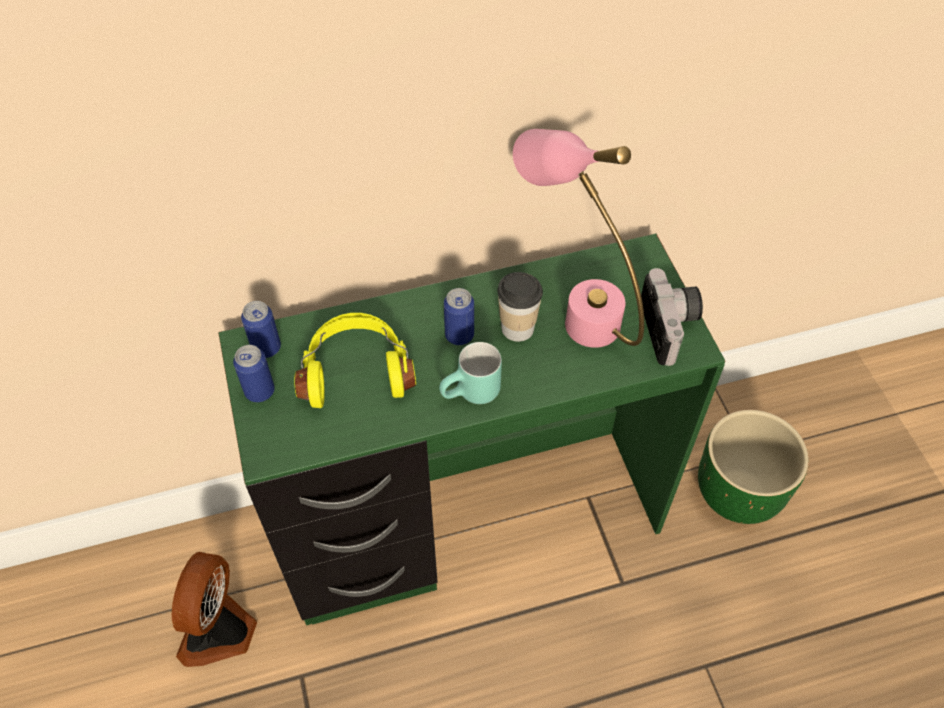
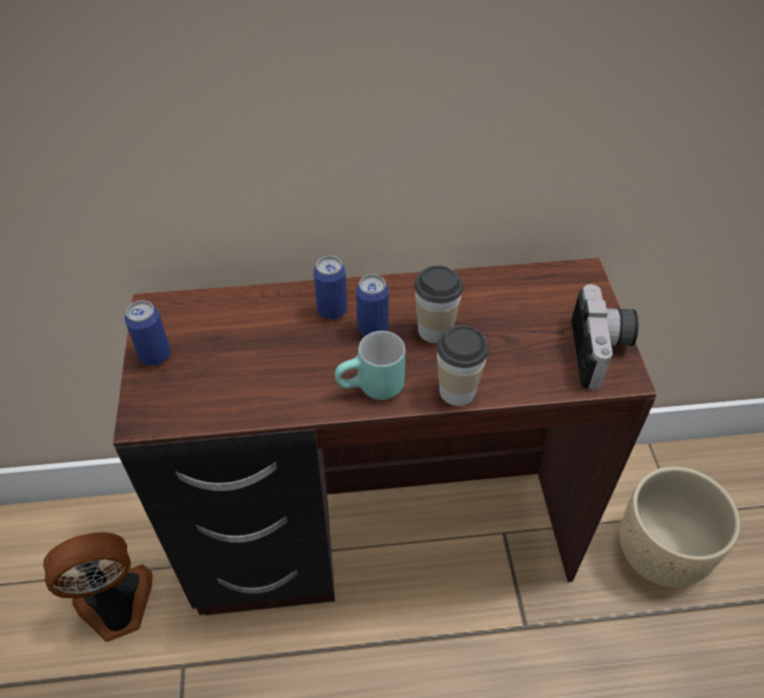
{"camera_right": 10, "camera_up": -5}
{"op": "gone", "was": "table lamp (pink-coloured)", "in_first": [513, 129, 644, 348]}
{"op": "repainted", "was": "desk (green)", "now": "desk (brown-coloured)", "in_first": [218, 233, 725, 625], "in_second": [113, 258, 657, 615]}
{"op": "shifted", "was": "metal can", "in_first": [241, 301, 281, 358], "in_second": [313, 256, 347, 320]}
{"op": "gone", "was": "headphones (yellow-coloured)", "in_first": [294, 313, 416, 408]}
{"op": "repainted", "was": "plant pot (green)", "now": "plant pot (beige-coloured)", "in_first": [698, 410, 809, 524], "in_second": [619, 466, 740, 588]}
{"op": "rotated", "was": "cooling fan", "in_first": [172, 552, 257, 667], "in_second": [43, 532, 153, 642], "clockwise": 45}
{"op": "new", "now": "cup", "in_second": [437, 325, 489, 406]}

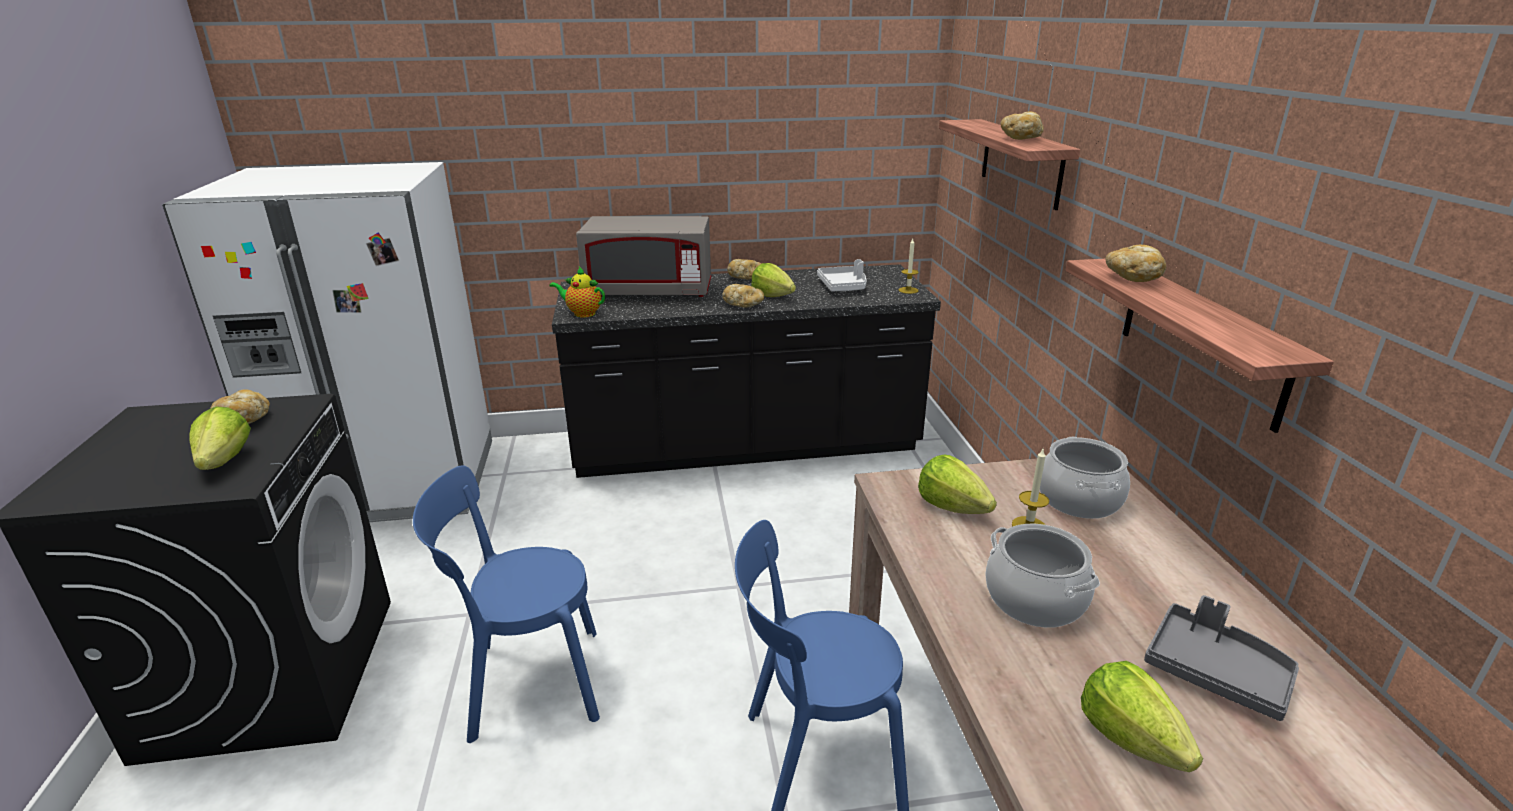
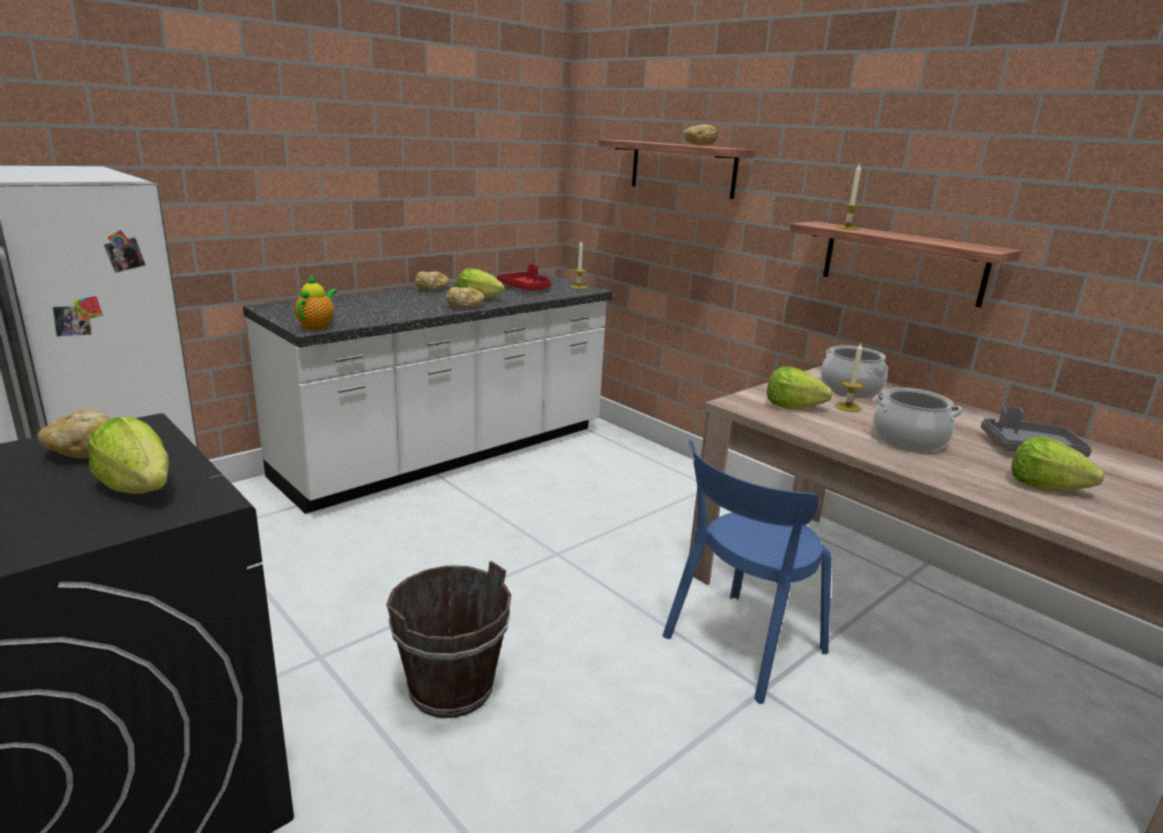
{"camera_right": -35, "camera_up": -5}
{"op": "gone", "was": "microwave (gray)", "in_first": [576, 216, 711, 297]}
{"op": "swapped", "was": "bread", "now": "wax light", "in_first": [1105, 245, 1166, 282], "in_second": [836, 163, 862, 230]}
{"op": "repainted", "was": "serving tray (white-coloured)", "now": "serving tray (reddish)", "in_first": [817, 259, 867, 291], "in_second": [496, 264, 551, 290]}
{"op": "repainted", "was": "kitchen base unit (black)", "now": "kitchen base unit (white-coloured)", "in_first": [552, 264, 941, 478], "in_second": [243, 273, 613, 514]}
{"op": "rotated", "was": "tea pot", "in_first": [549, 267, 605, 318], "in_second": [294, 275, 337, 330], "clockwise": 120}
{"op": "swapped", "was": "plain chair (bluish)", "now": "bucket (brown-coloured)", "in_first": [413, 465, 600, 743], "in_second": [386, 561, 511, 718]}

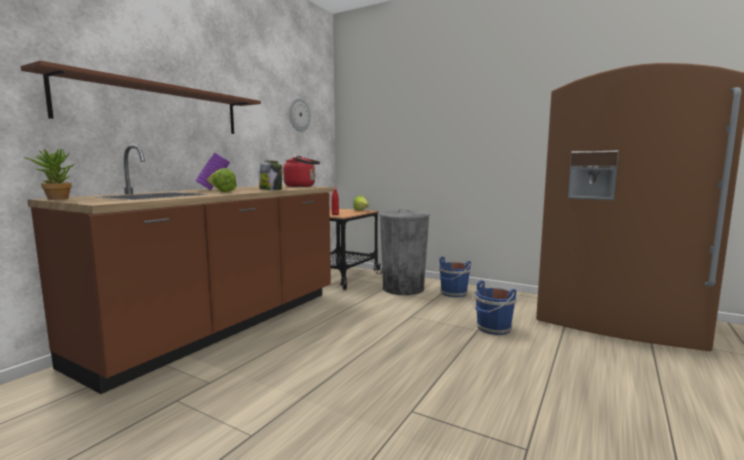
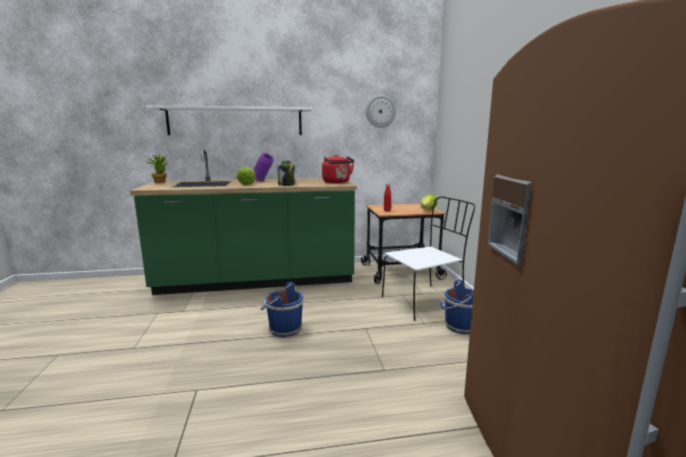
{"camera_right": 50, "camera_up": 5}
{"op": "repainted", "was": "shelf (brown-coloured)", "now": "shelf (white-coloured)", "in_first": [21, 60, 261, 134], "in_second": [146, 105, 313, 135]}
{"op": "repainted", "was": "kitchen base unit (brown-coloured)", "now": "kitchen base unit (green)", "in_first": [27, 145, 334, 394], "in_second": [130, 149, 357, 295]}
{"op": "swapped", "was": "rubbish bin (gray)", "now": "plain chair (white-coloured)", "in_first": [379, 209, 430, 295], "in_second": [382, 196, 475, 321]}
{"op": "shifted", "was": "bucket (bluish)", "in_first": [471, 280, 517, 335], "in_second": [261, 282, 304, 337]}

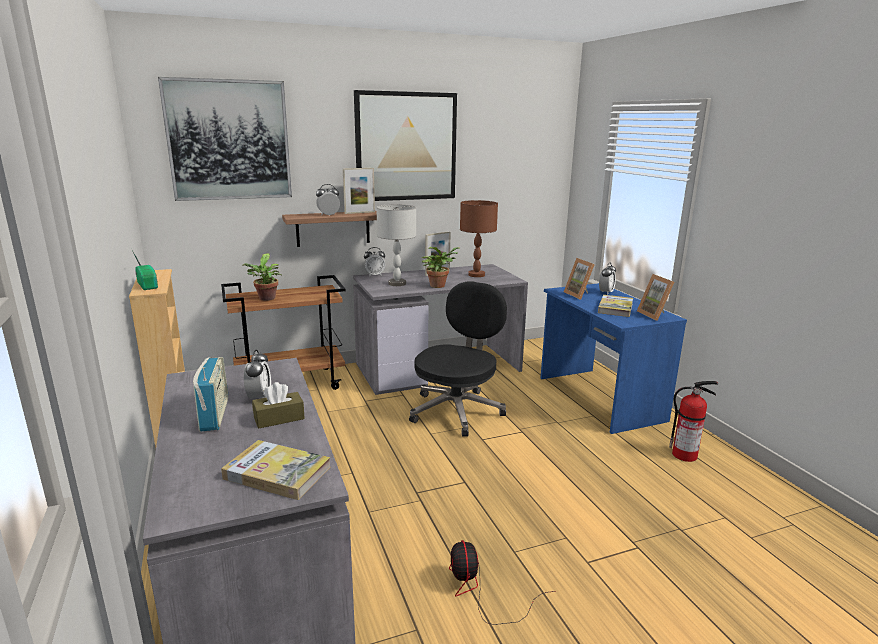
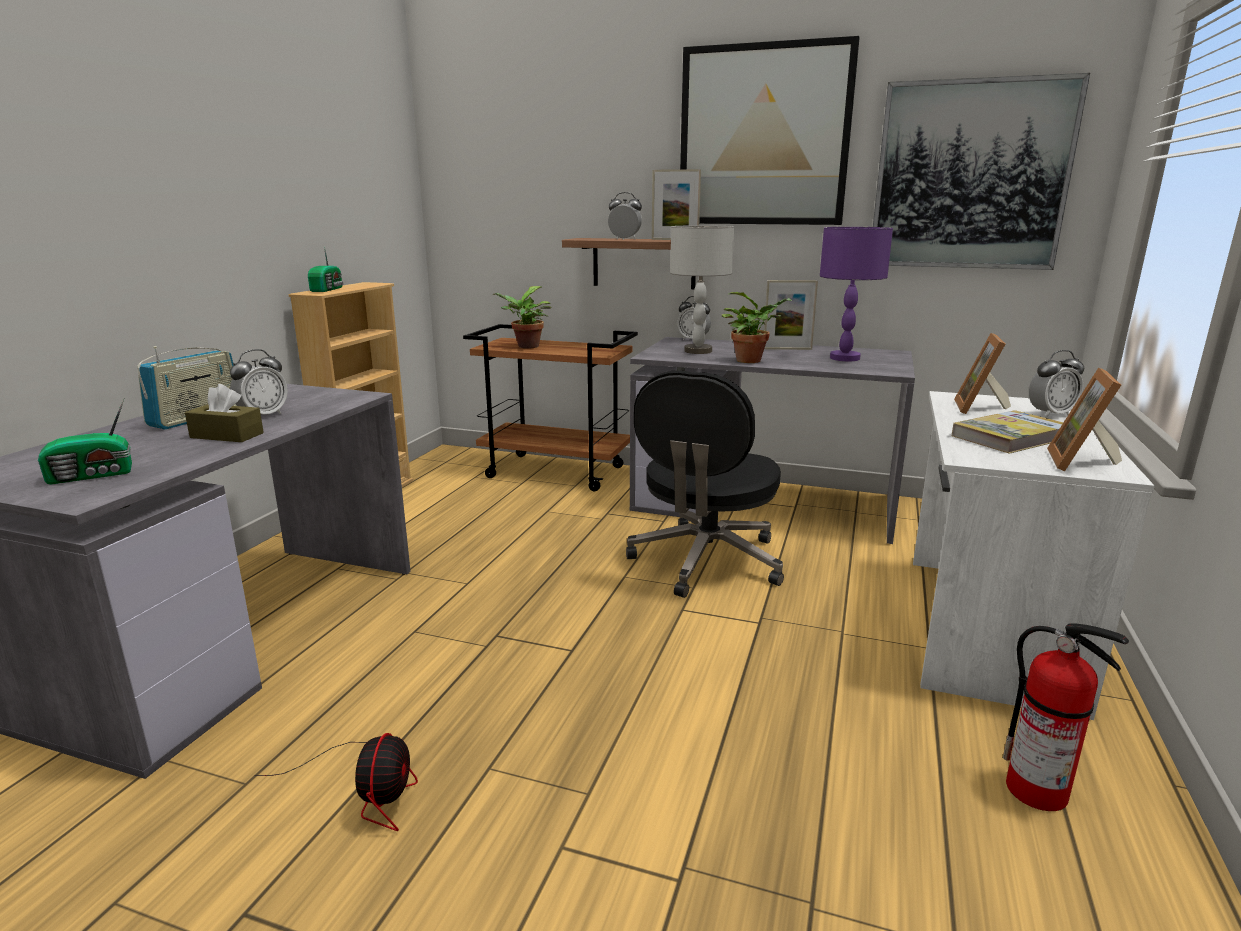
{"camera_right": 40, "camera_up": 0}
{"op": "shifted", "was": "picture", "in_first": [158, 77, 292, 201], "in_second": [873, 73, 1090, 270]}
{"op": "repainted", "was": "table lamp (brown-coloured)", "now": "table lamp (purple-coloured)", "in_first": [460, 200, 498, 277], "in_second": [820, 227, 893, 361]}
{"op": "rotated", "was": "office chair (black)", "in_first": [409, 281, 507, 436], "in_second": [626, 370, 784, 598], "clockwise": 135}
{"op": "repainted", "was": "desk (bluish)", "now": "desk (white-coloured)", "in_first": [541, 283, 687, 434], "in_second": [913, 391, 1155, 720]}
{"op": "swapped", "was": "book", "now": "radio receiver", "in_first": [221, 440, 331, 500], "in_second": [38, 399, 132, 485]}
{"op": "rotated", "was": "cooling fan", "in_first": [449, 540, 556, 625], "in_second": [254, 733, 418, 831], "clockwise": 150}

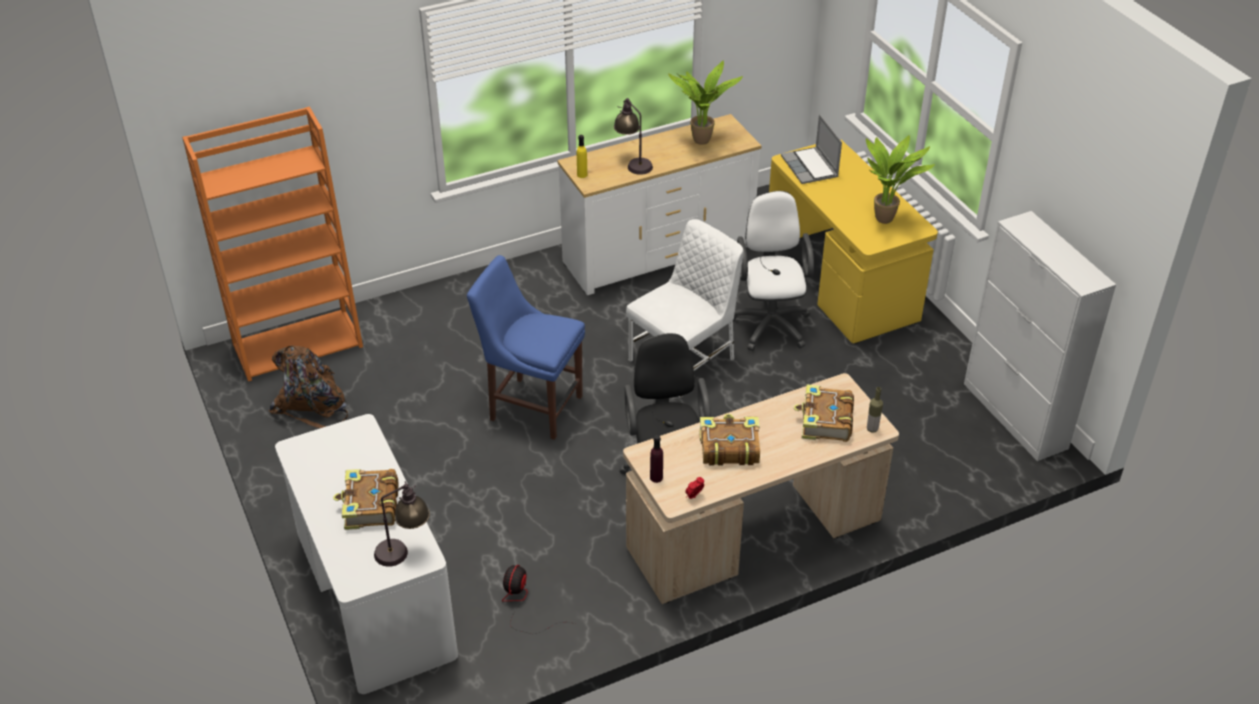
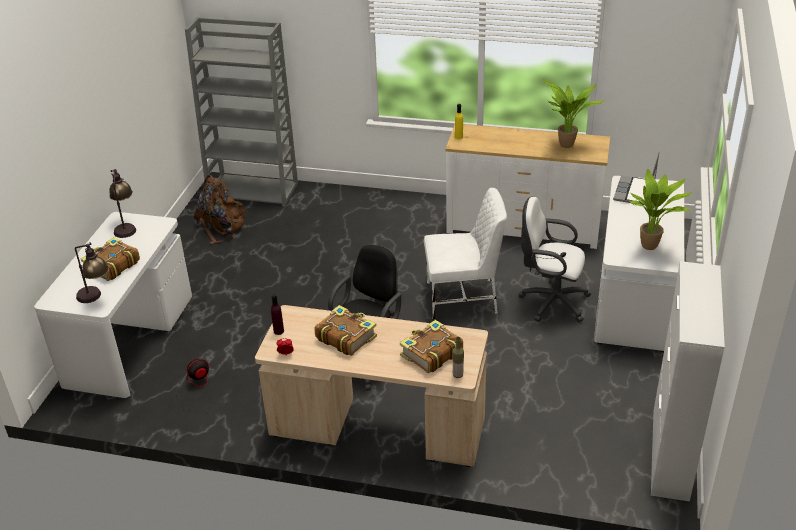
{"camera_right": 40, "camera_up": -5}
{"op": "shifted", "was": "table lamp", "in_first": [614, 98, 653, 175], "in_second": [109, 169, 136, 238]}
{"op": "repainted", "was": "bookshelf (orangey)", "now": "bookshelf (gray)", "in_first": [182, 106, 363, 381], "in_second": [185, 17, 298, 206]}
{"op": "repainted", "was": "desk (yellow-coloured)", "now": "desk (white-coloured)", "in_first": [769, 139, 938, 344], "in_second": [594, 176, 684, 353]}
{"op": "rotated", "was": "office chair (white-coloured)", "in_first": [733, 191, 814, 351], "in_second": [518, 197, 591, 322], "clockwise": -105}
{"op": "gone", "was": "plain chair (bluish)", "in_first": [467, 255, 585, 440]}

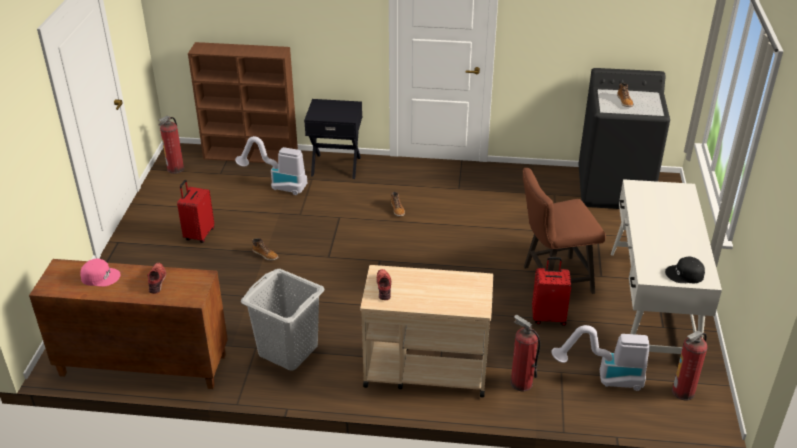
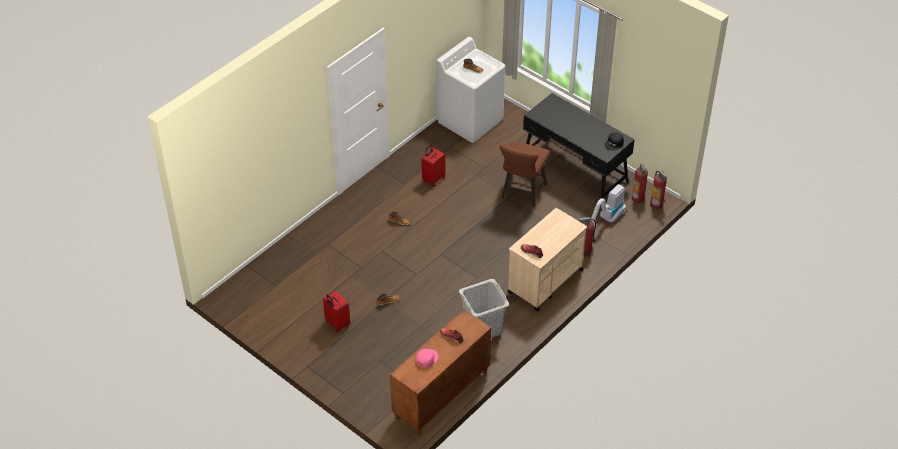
{"camera_right": -55, "camera_up": 10}
{"op": "gone", "was": "bookshelf (brown-coloured)", "in_first": [188, 42, 298, 163]}
{"op": "repainted", "was": "washing machine (black)", "now": "washing machine (white-coloured)", "in_first": [578, 68, 670, 209], "in_second": [436, 37, 505, 143]}
{"op": "gone", "was": "bedside table (black)", "in_first": [304, 99, 362, 179]}
{"op": "shifted", "was": "fire-fighting cylinder", "in_first": [158, 116, 184, 174], "in_second": [650, 171, 667, 210]}
{"op": "gone", "was": "vacuum cleaner", "in_first": [235, 136, 307, 195]}
{"op": "repainted", "was": "desk (white-coloured)", "now": "desk (black)", "in_first": [611, 179, 722, 354], "in_second": [523, 93, 635, 199]}
{"op": "shifted", "was": "piece of luggage (reddish)", "in_first": [532, 257, 571, 326], "in_second": [421, 144, 445, 186]}

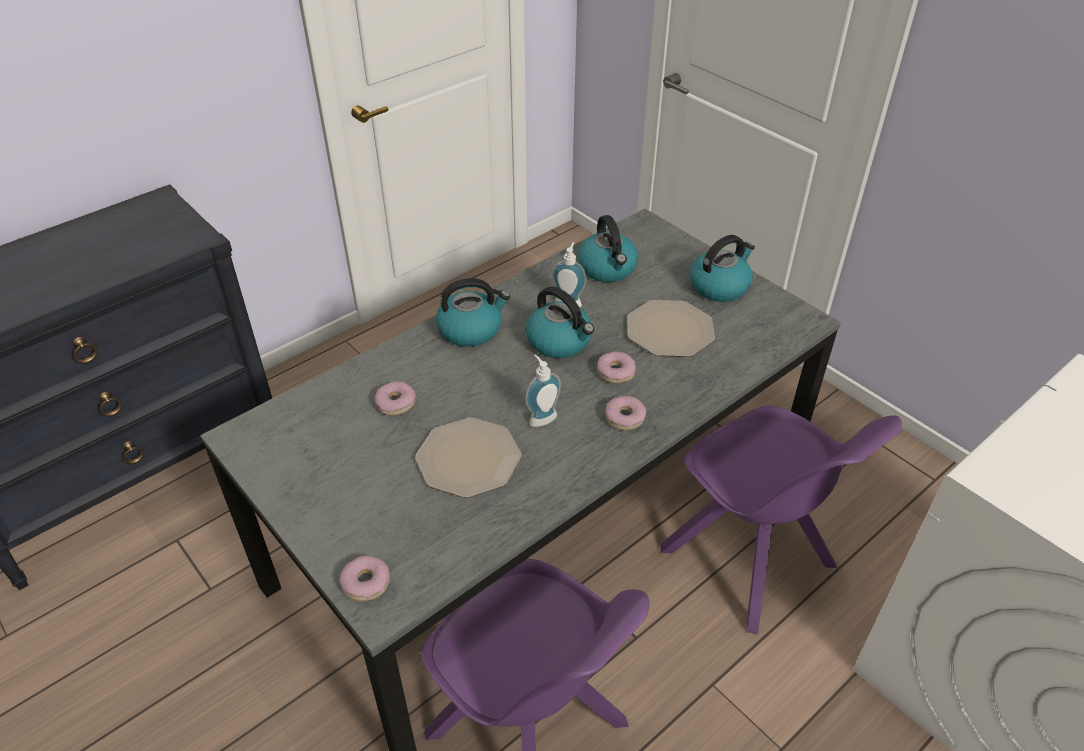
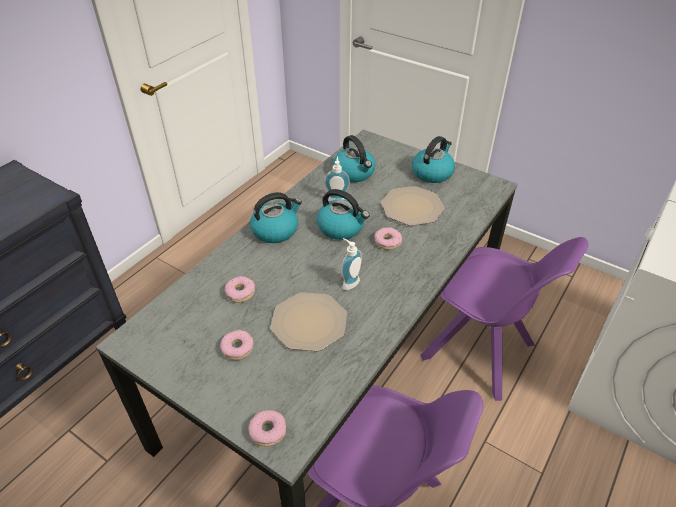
{"camera_right": -15, "camera_up": 0}
{"op": "shifted", "was": "doughnut", "in_first": [605, 396, 646, 431], "in_second": [220, 330, 253, 360]}

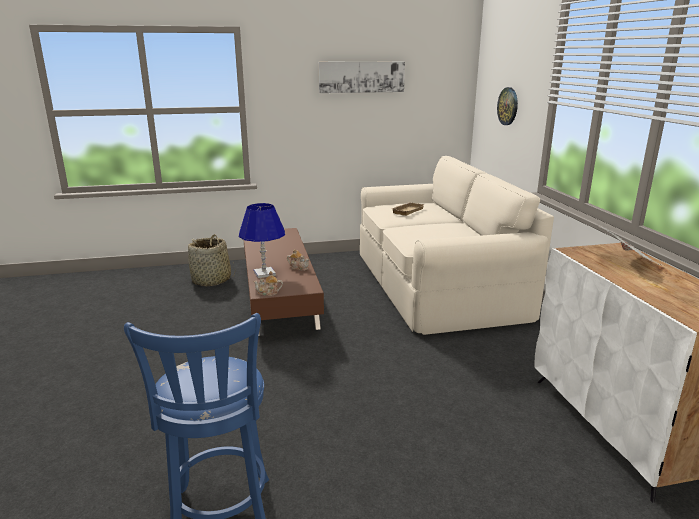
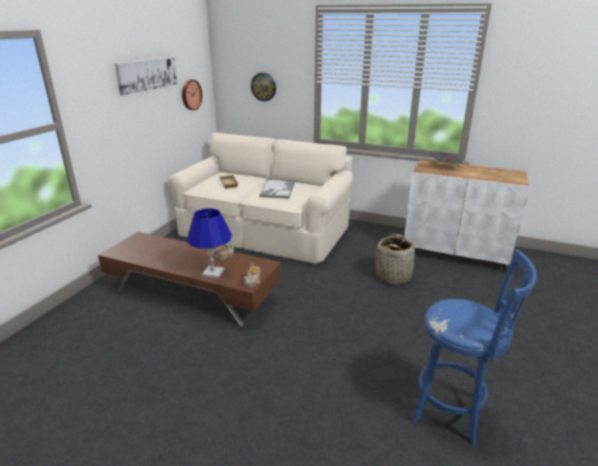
{"camera_right": -55, "camera_up": 5}
{"op": "shifted", "was": "storage basket", "in_first": [188, 234, 234, 286], "in_second": [376, 234, 415, 285]}
{"op": "new", "now": "hanging clock", "in_second": [182, 80, 202, 110]}
{"op": "new", "now": "serving tray", "in_second": [259, 179, 295, 199]}

